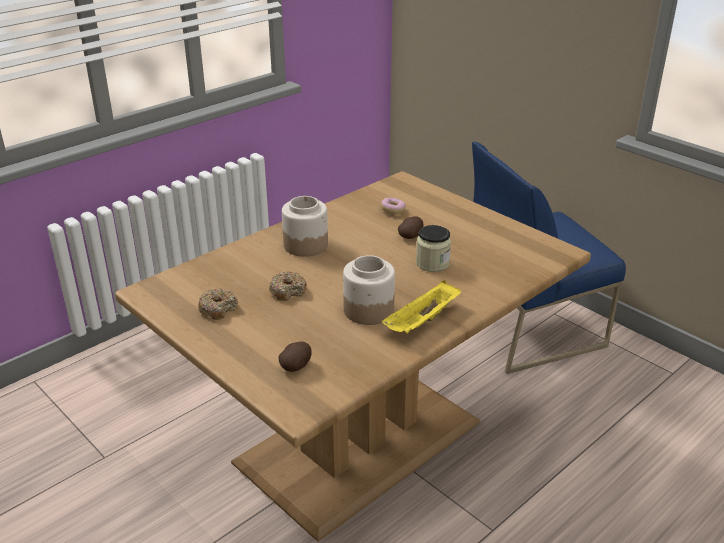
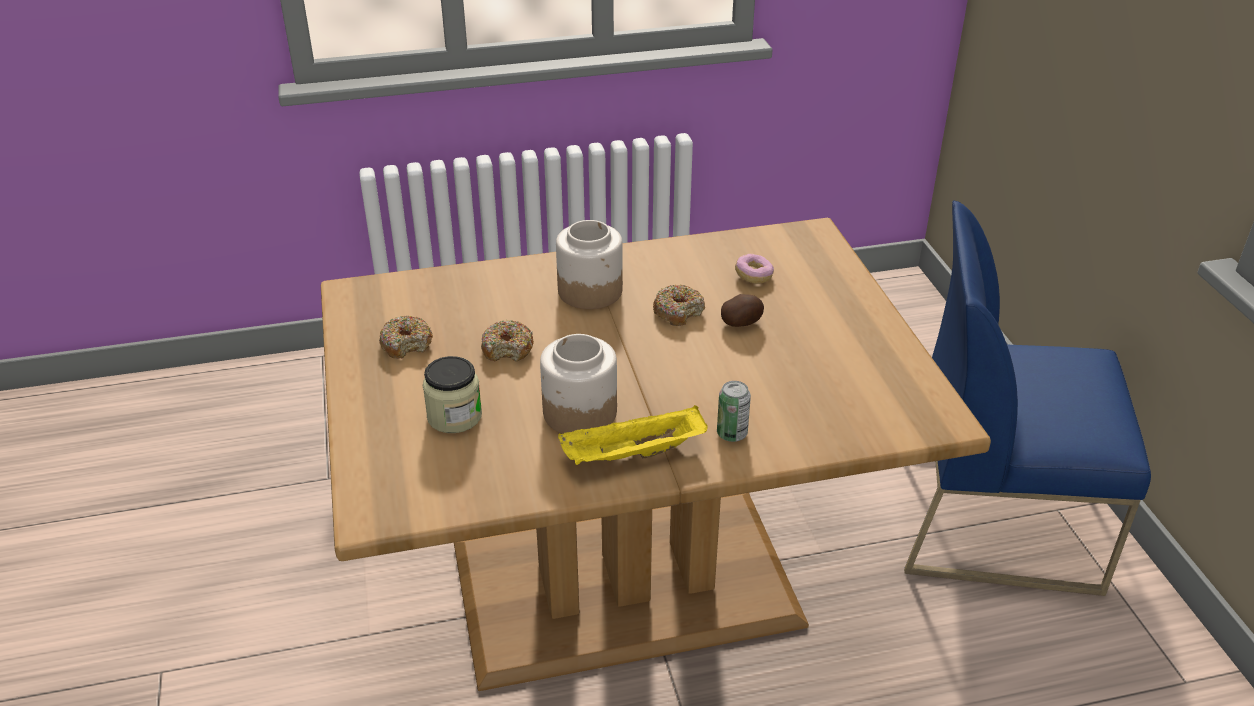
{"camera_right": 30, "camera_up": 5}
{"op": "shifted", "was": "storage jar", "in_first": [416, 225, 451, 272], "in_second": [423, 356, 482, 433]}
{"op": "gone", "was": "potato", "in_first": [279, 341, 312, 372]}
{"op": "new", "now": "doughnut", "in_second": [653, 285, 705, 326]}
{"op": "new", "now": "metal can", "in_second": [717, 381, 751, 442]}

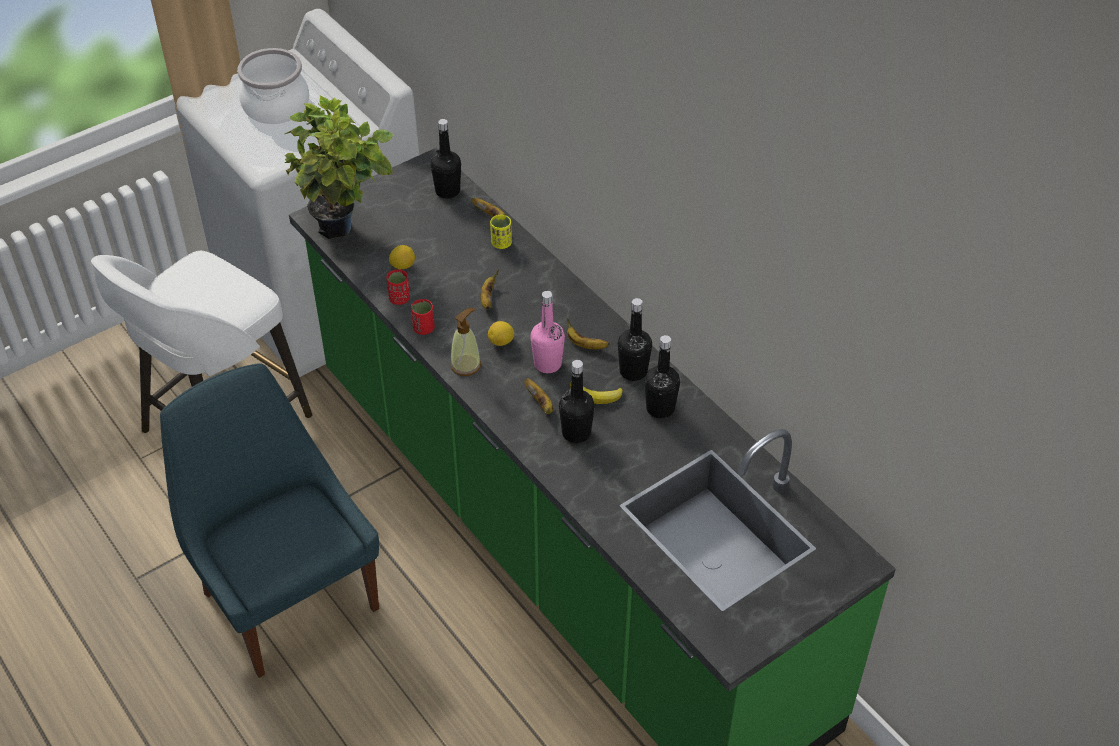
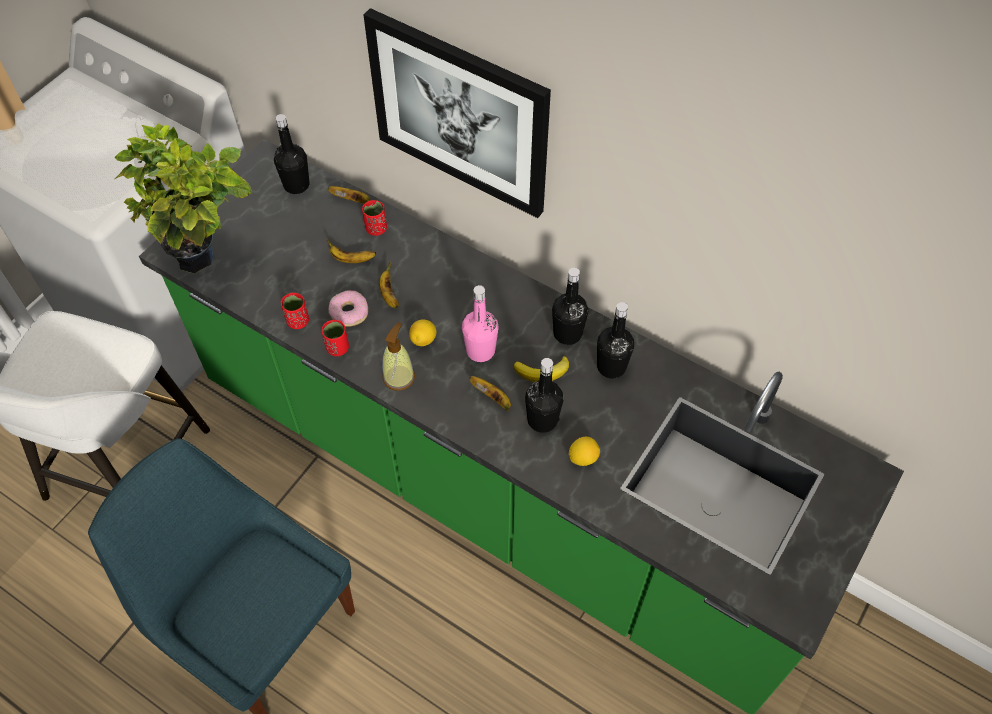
{"camera_right": -20, "camera_up": 10}
{"op": "gone", "was": "cooking pot", "in_first": [237, 48, 309, 124]}
{"op": "repainted", "was": "cup (yellow-coloured)", "now": "cup (reddish)", "in_first": [490, 215, 512, 249], "in_second": [362, 200, 387, 236]}
{"op": "shifted", "was": "lemon", "in_first": [389, 245, 415, 269], "in_second": [569, 437, 600, 466]}
{"op": "shifted", "was": "whole banana", "in_first": [567, 318, 610, 350], "in_second": [326, 238, 376, 263]}
{"op": "new", "now": "picture", "in_second": [363, 8, 551, 218]}
{"op": "new", "now": "doughnut", "in_second": [329, 290, 368, 327]}

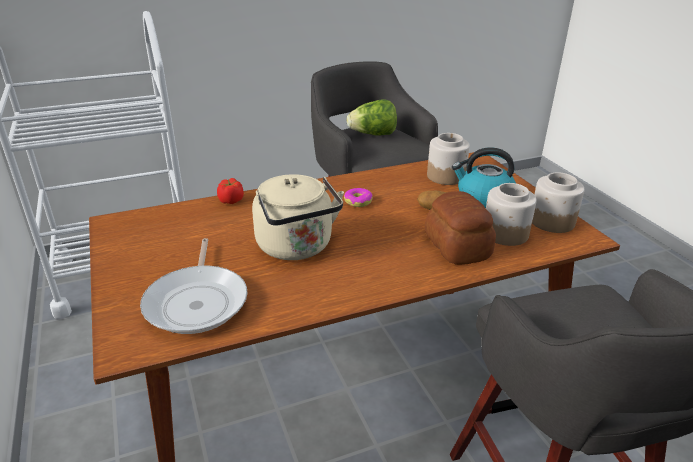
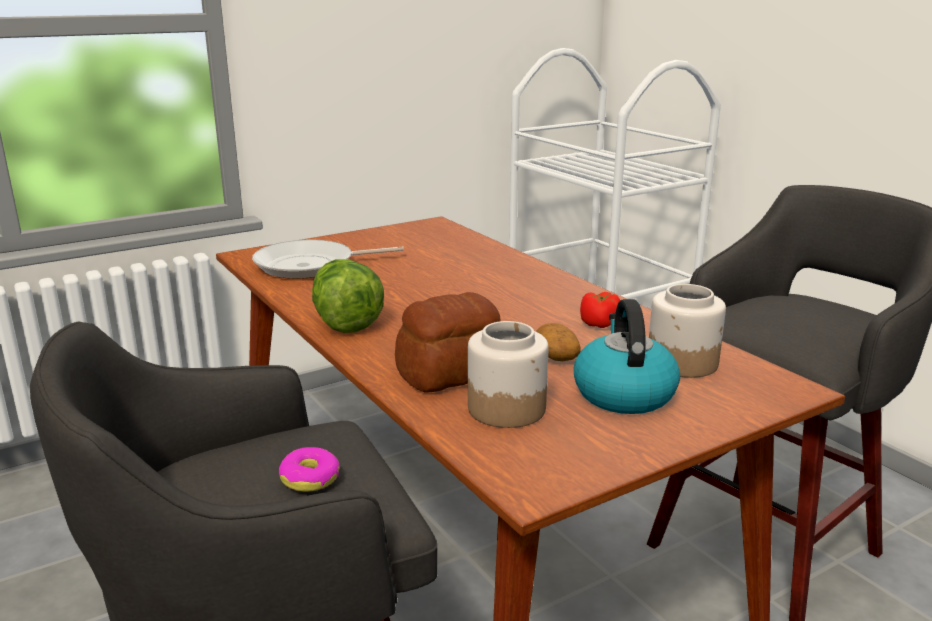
{"camera_right": 80, "camera_up": -10}
{"op": "shifted", "was": "lettuce", "in_first": [347, 99, 397, 136], "in_second": [312, 259, 384, 333]}
{"op": "gone", "was": "storage jar", "in_first": [532, 172, 585, 233]}
{"op": "gone", "was": "water kettle (beige-coloured)", "in_first": [252, 175, 344, 260]}
{"op": "shifted", "was": "fresh tomato", "in_first": [217, 178, 244, 204], "in_second": [580, 292, 620, 328]}
{"op": "shifted", "was": "doughnut", "in_first": [344, 188, 373, 207], "in_second": [279, 447, 339, 492]}

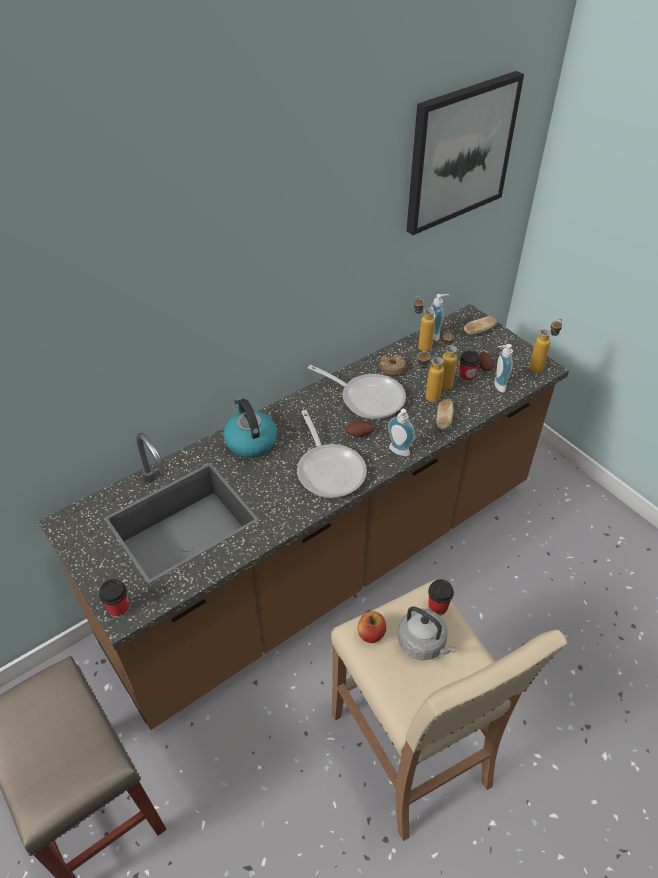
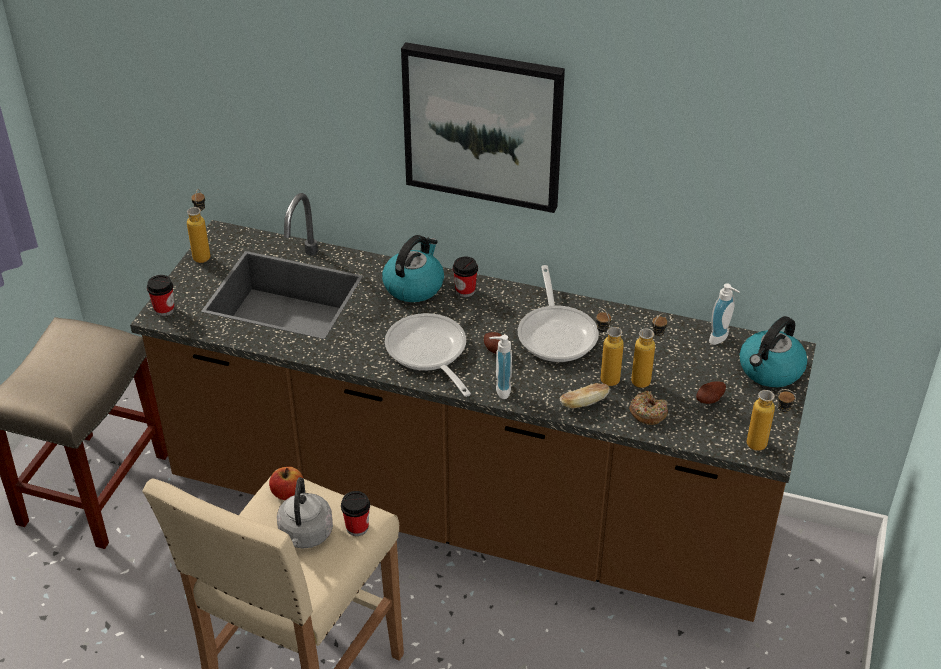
{"camera_right": 55, "camera_up": -5}
{"op": "shifted", "was": "picture", "in_first": [406, 71, 524, 235], "in_second": [401, 42, 565, 213]}
{"op": "shifted", "was": "beverage bottle", "in_first": [414, 296, 435, 352], "in_second": [187, 189, 210, 263]}
{"op": "swapped", "was": "bread", "now": "water kettle", "in_first": [464, 316, 497, 335], "in_second": [740, 316, 807, 387]}
{"op": "gone", "was": "soap bottle", "in_first": [494, 344, 513, 392]}
{"op": "shifted", "was": "cup", "in_first": [459, 350, 480, 383], "in_second": [453, 256, 478, 297]}
{"op": "shifted", "was": "doughnut", "in_first": [379, 354, 406, 376], "in_second": [629, 391, 668, 425]}
{"op": "rotated", "was": "frying pan", "in_first": [297, 410, 367, 498], "in_second": [385, 313, 471, 397], "clockwise": 120}

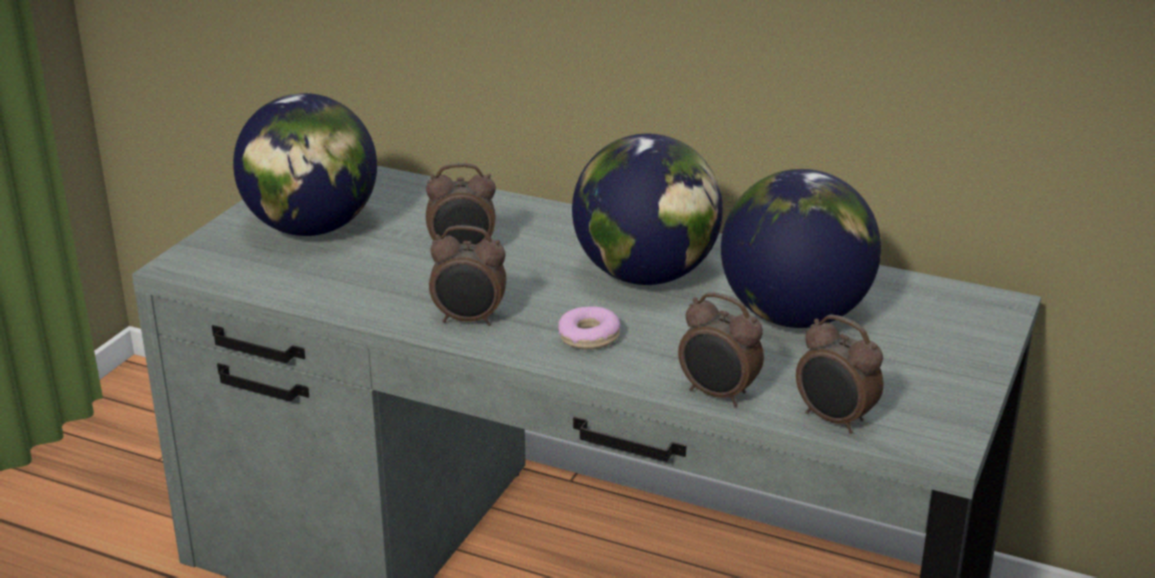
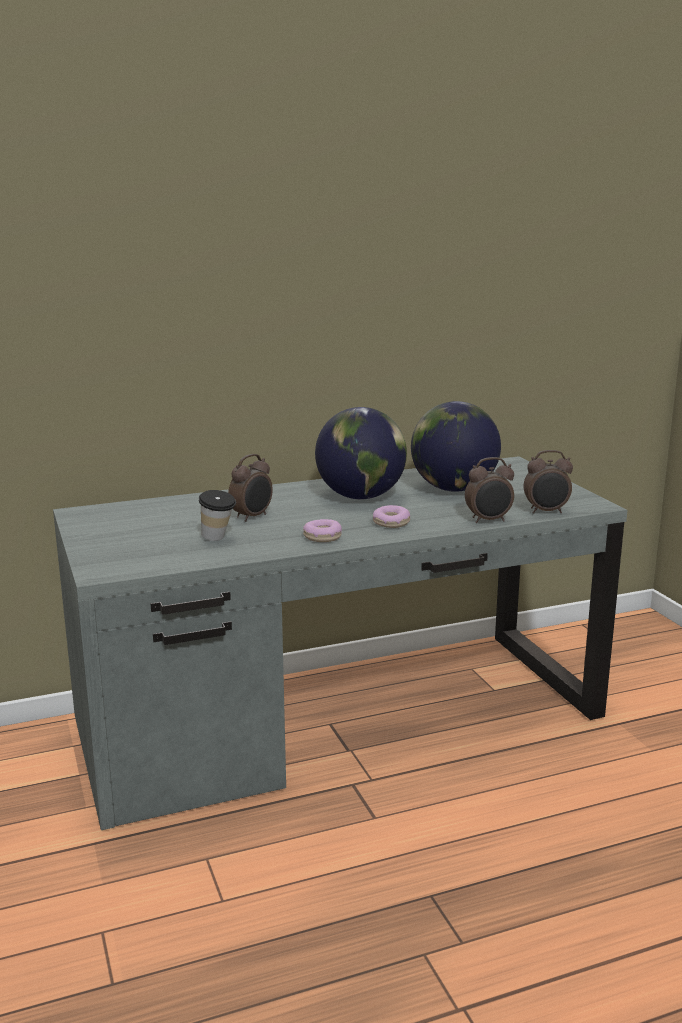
{"camera_right": -45, "camera_up": -10}
{"op": "gone", "was": "desk globe", "in_first": [233, 93, 377, 236]}
{"op": "swapped", "was": "table clock", "now": "doughnut", "in_first": [429, 225, 506, 326], "in_second": [303, 519, 342, 542]}
{"op": "new", "now": "cup", "in_second": [199, 490, 236, 541]}

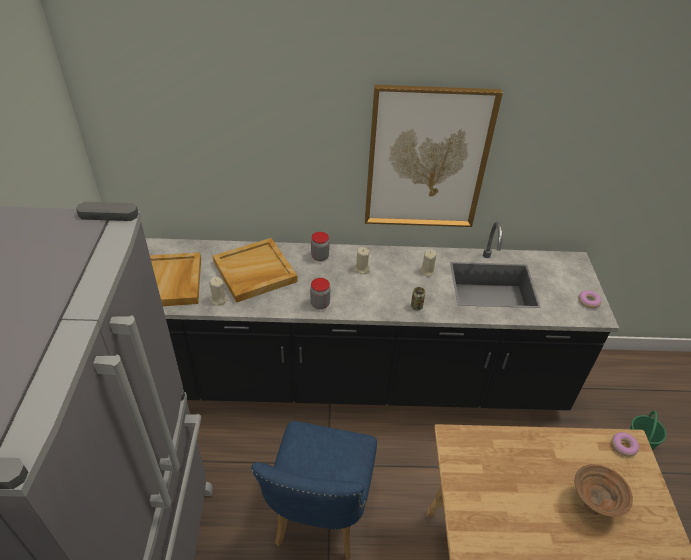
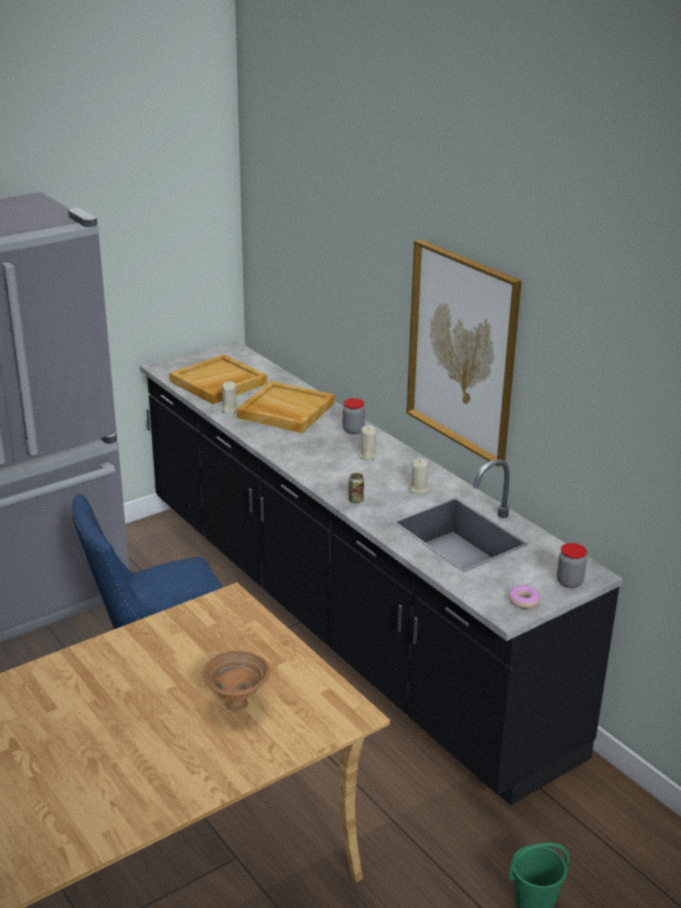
{"camera_right": 55, "camera_up": -15}
{"op": "shifted", "was": "storage jar", "in_first": [310, 278, 330, 309], "in_second": [557, 543, 587, 588]}
{"op": "gone", "was": "doughnut", "in_first": [612, 432, 639, 457]}

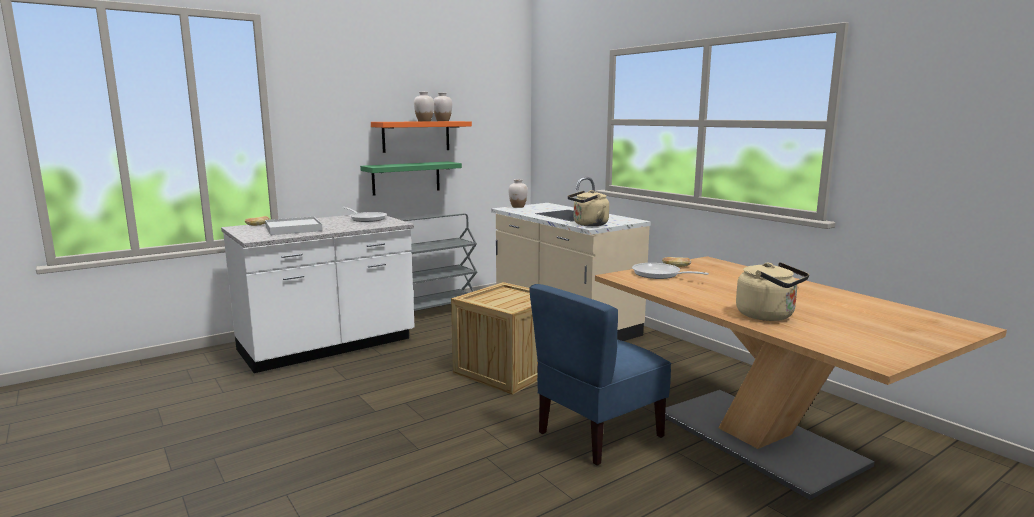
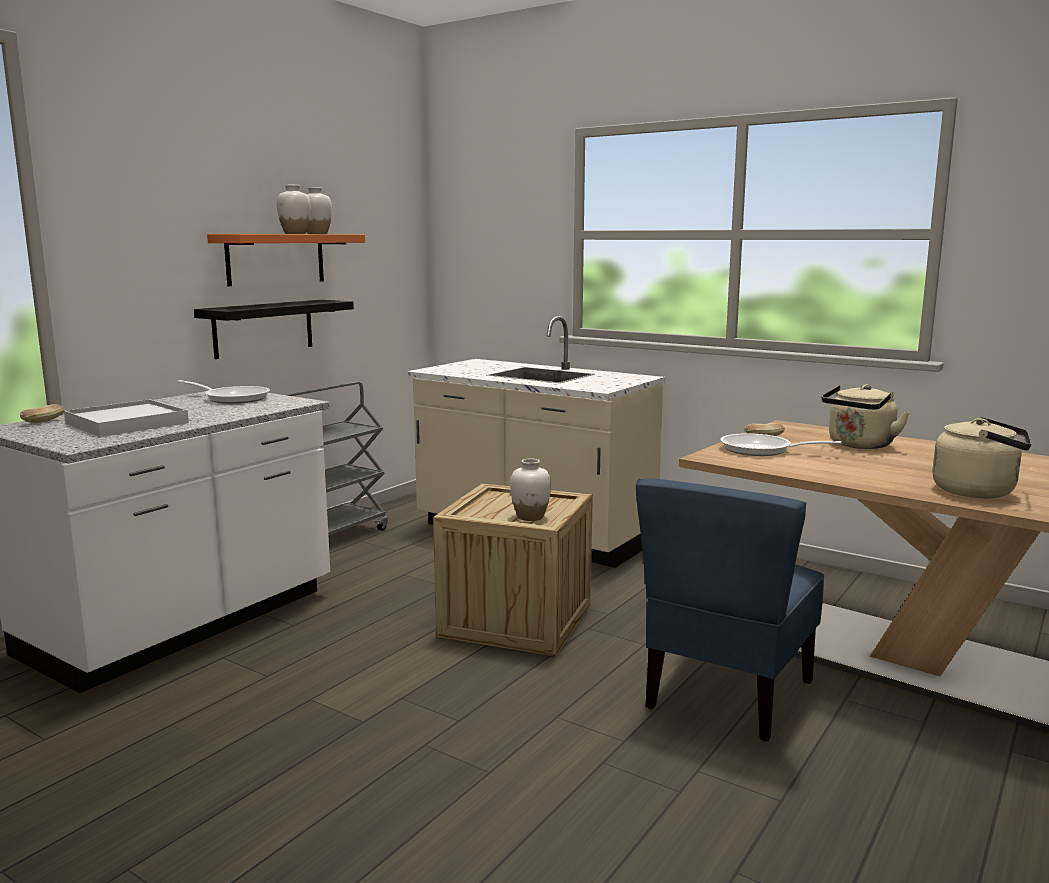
{"camera_right": -20, "camera_up": 0}
{"op": "repainted", "was": "shelf (green)", "now": "shelf (black)", "in_first": [360, 161, 462, 196], "in_second": [194, 300, 354, 359]}
{"op": "shifted", "was": "flower vase (white-coloured)", "in_first": [509, 179, 528, 208], "in_second": [510, 458, 551, 521]}
{"op": "shifted", "was": "water kettle (beige-coloured)", "in_first": [567, 190, 609, 226], "in_second": [821, 384, 910, 449]}

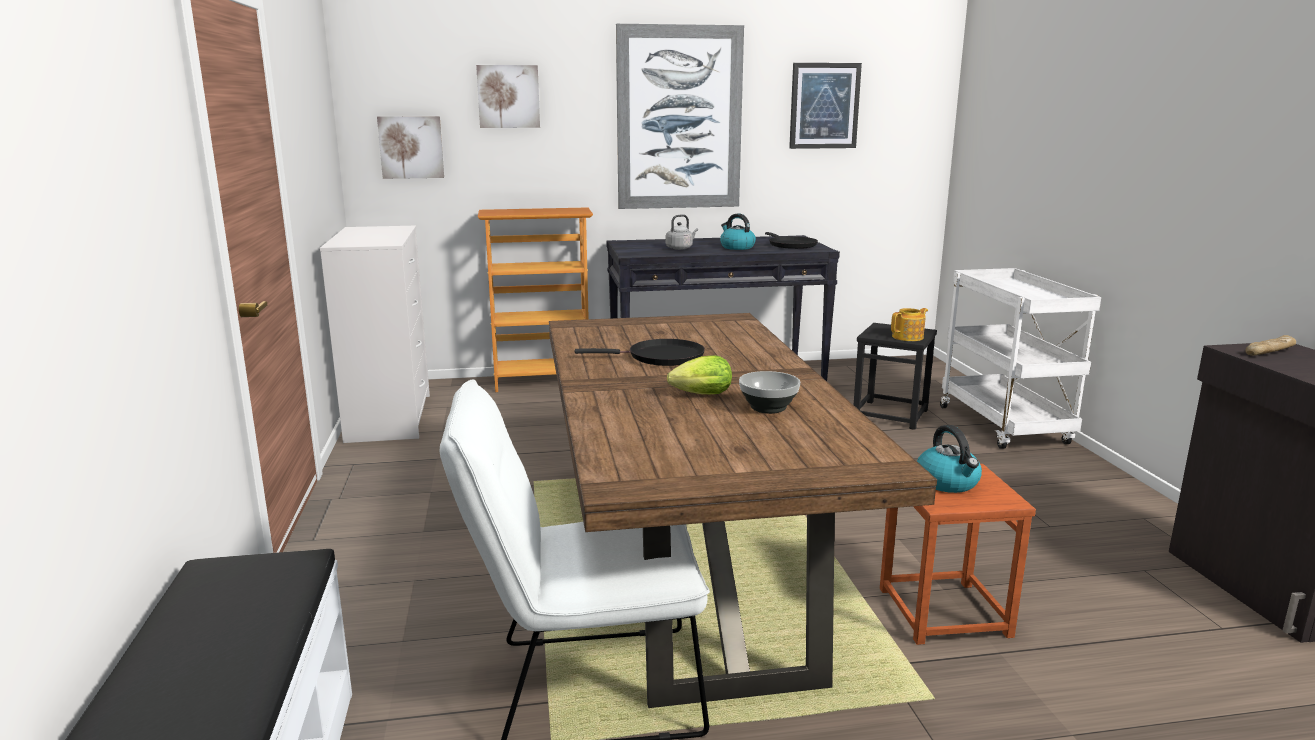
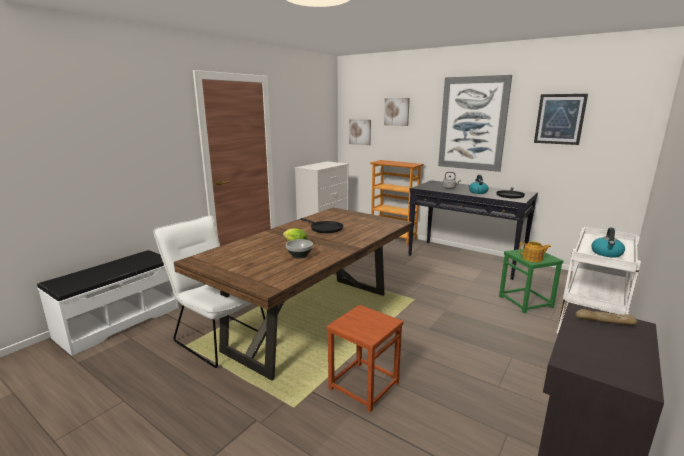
{"camera_right": 45, "camera_up": 0}
{"op": "repainted", "was": "stool seat (black)", "now": "stool seat (green)", "in_first": [854, 323, 937, 430], "in_second": [499, 249, 563, 313]}
{"op": "shifted", "was": "water kettle", "in_first": [917, 425, 982, 493], "in_second": [591, 227, 625, 257]}

